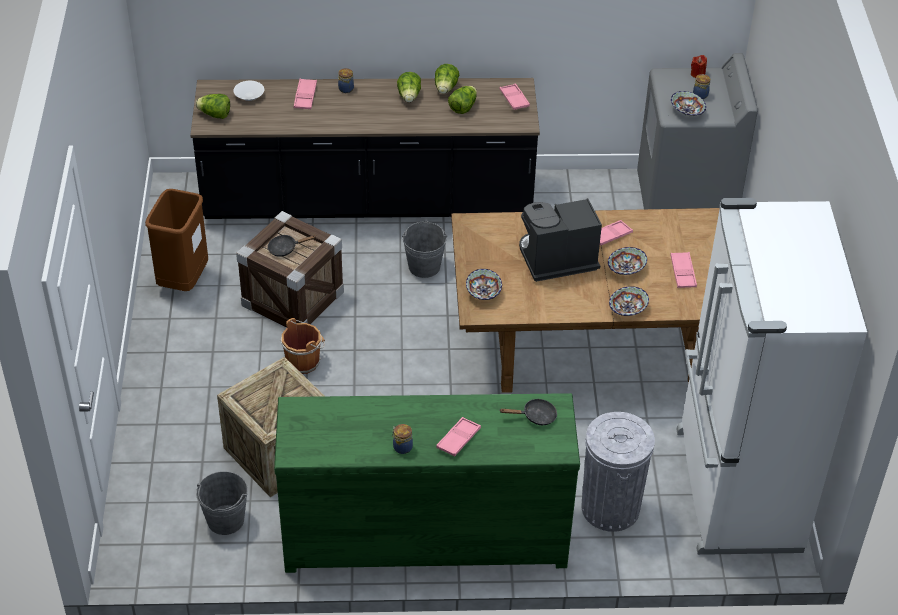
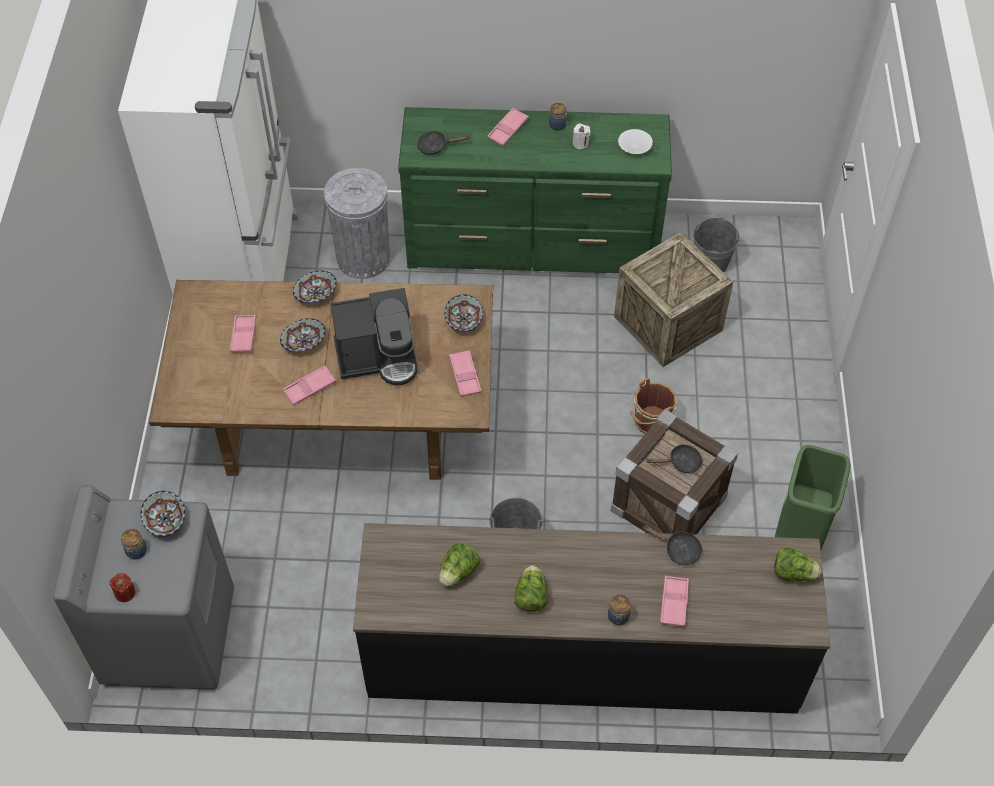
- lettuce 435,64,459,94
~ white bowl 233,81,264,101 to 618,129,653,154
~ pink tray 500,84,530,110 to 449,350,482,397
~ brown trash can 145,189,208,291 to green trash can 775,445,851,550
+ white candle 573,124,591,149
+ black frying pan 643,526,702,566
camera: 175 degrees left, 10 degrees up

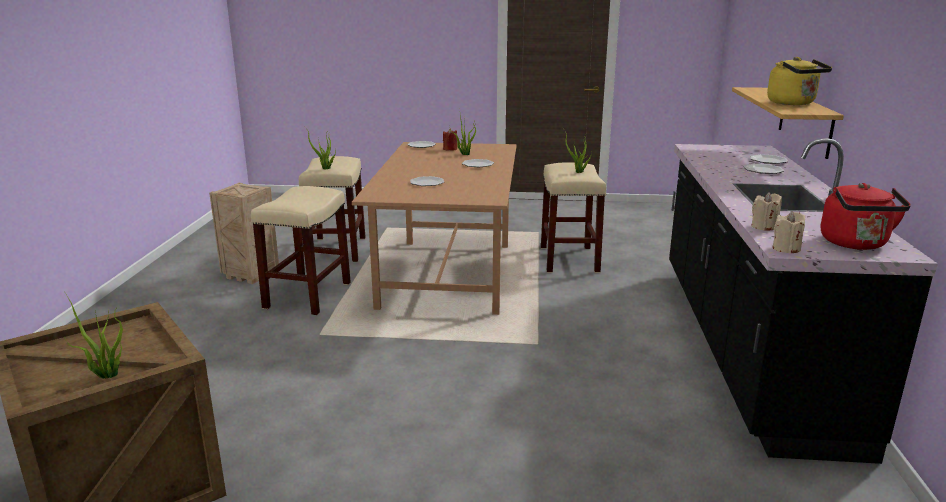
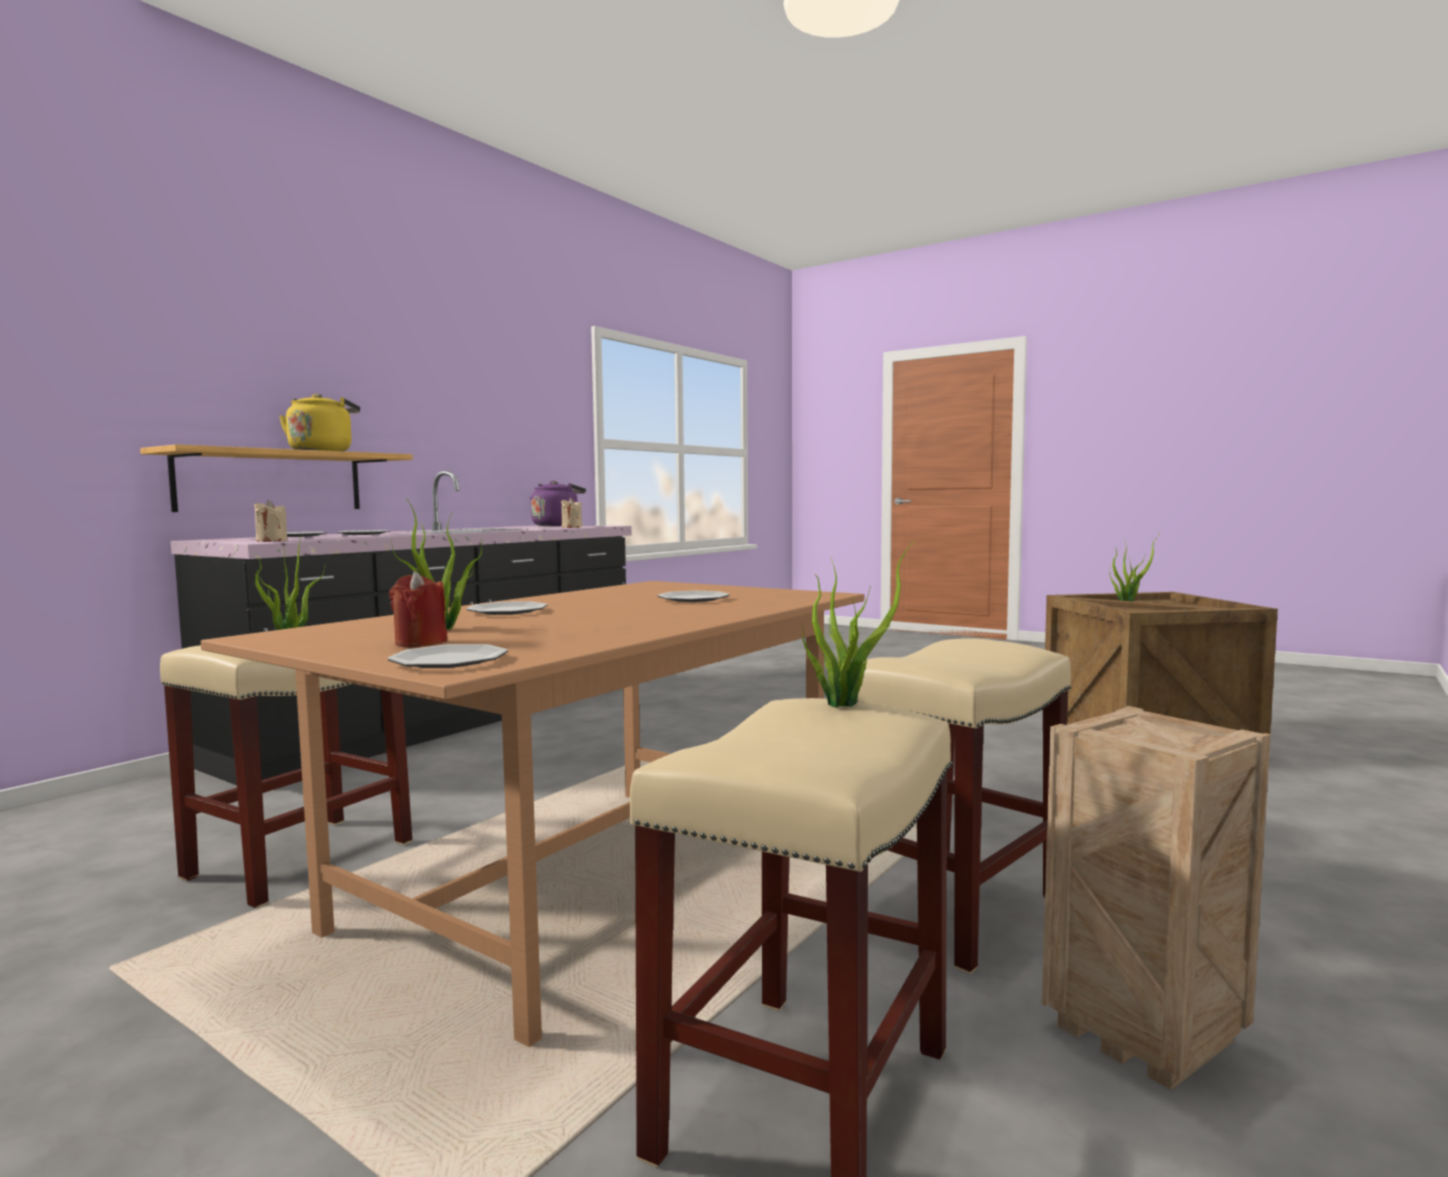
~ red kettle 821,183,911,250 to purple kettle 529,481,586,526
~ beige candle 773,211,805,254 to 254,500,288,542
camera: 150 degrees left, 15 degrees down

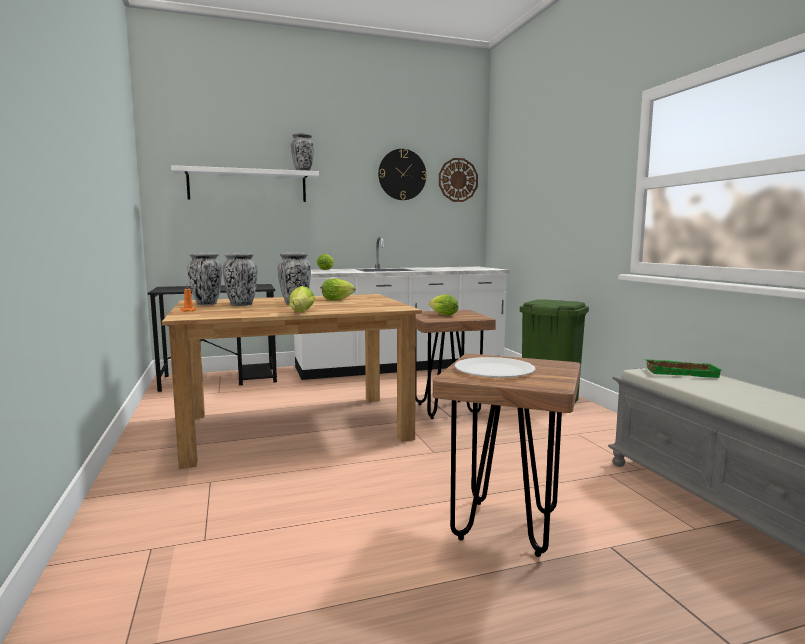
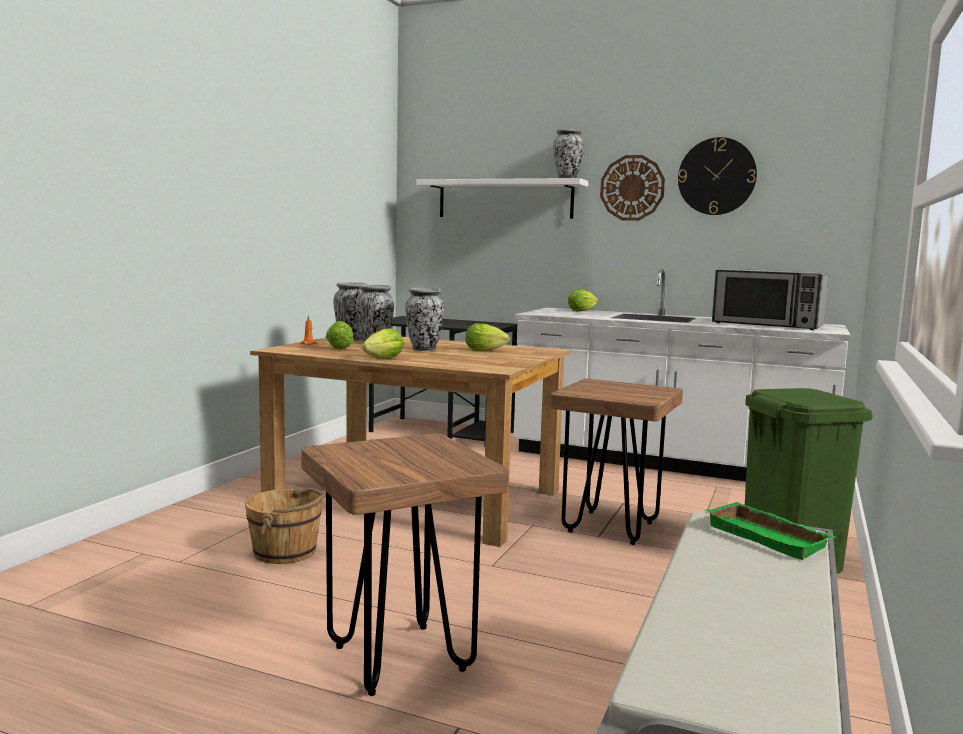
~ wall clock 439,158,478,202 to 600,155,665,221
~ lettuce 429,294,458,316 to 326,321,353,350
- white plate 455,357,535,378
+ microwave 712,269,828,330
+ brown bucket 245,487,326,564
camera: 40 degrees right, 0 degrees up

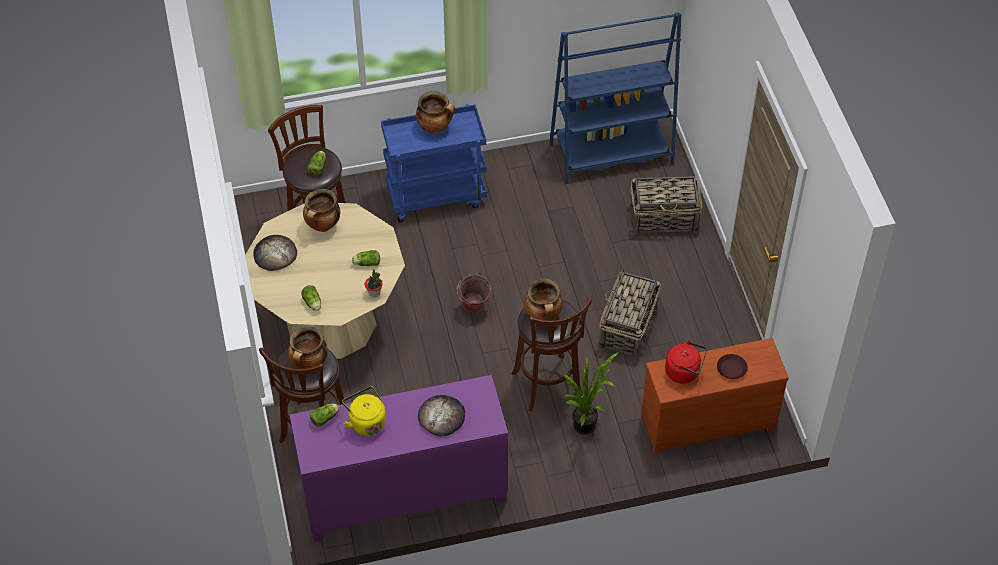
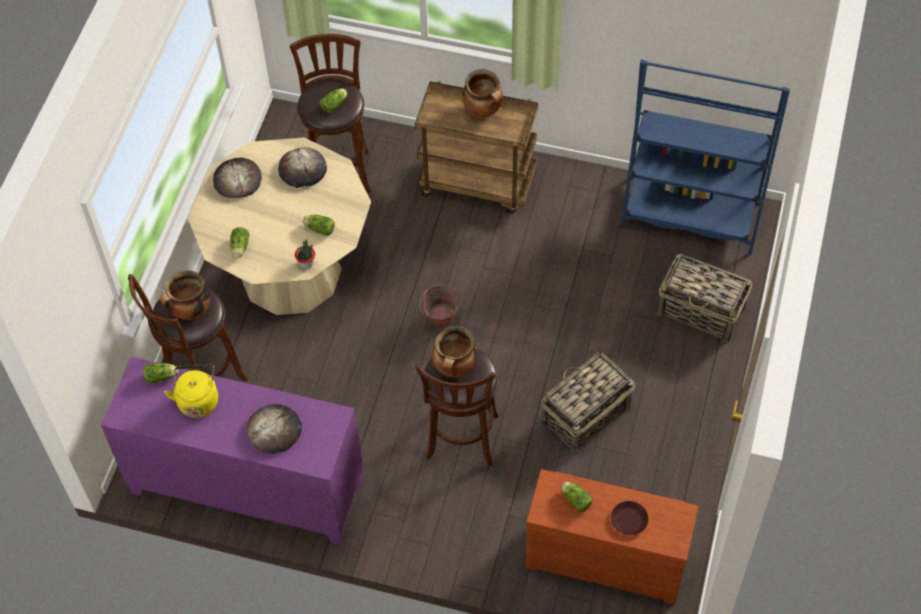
~ blue cart 381,104,487,223 to brown cart 415,81,538,214
~ cooking pot 303,189,340,232 to bread 278,147,327,188
~ red kettle 665,339,707,384 to lettuce 561,482,592,512
- potted plant 553,352,619,435
camera: 30 degrees right, 5 degrees up

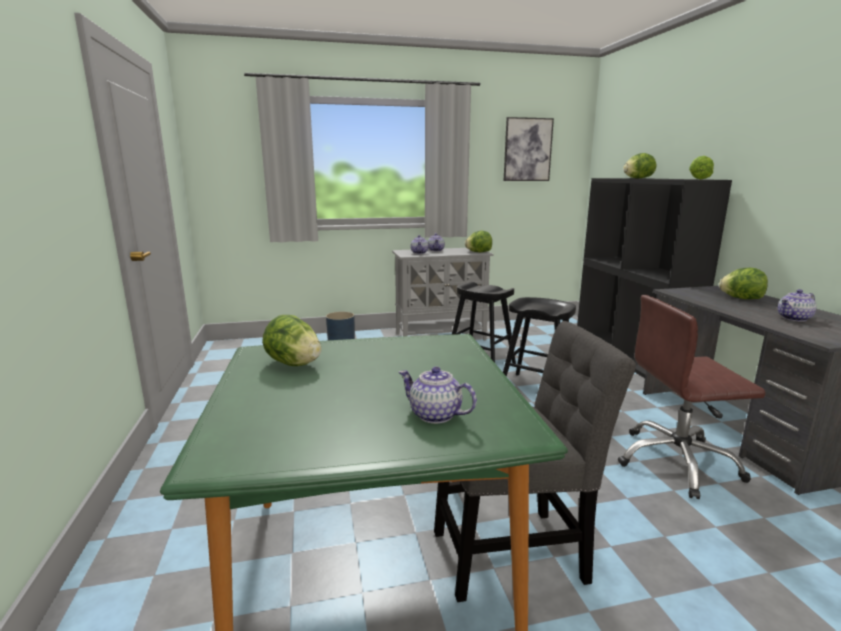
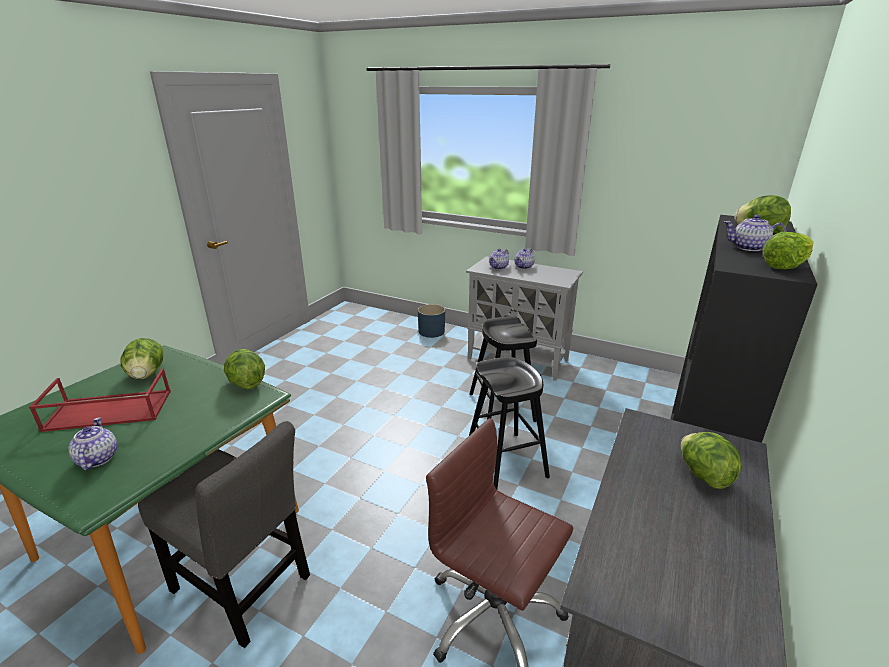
- picture 504,117,554,181
~ lettuce 465,231,492,252 to 224,349,265,389
~ teapot 778,289,816,322 to 724,215,786,251
+ red tray 29,369,171,432
camera: 40 degrees right, 10 degrees up

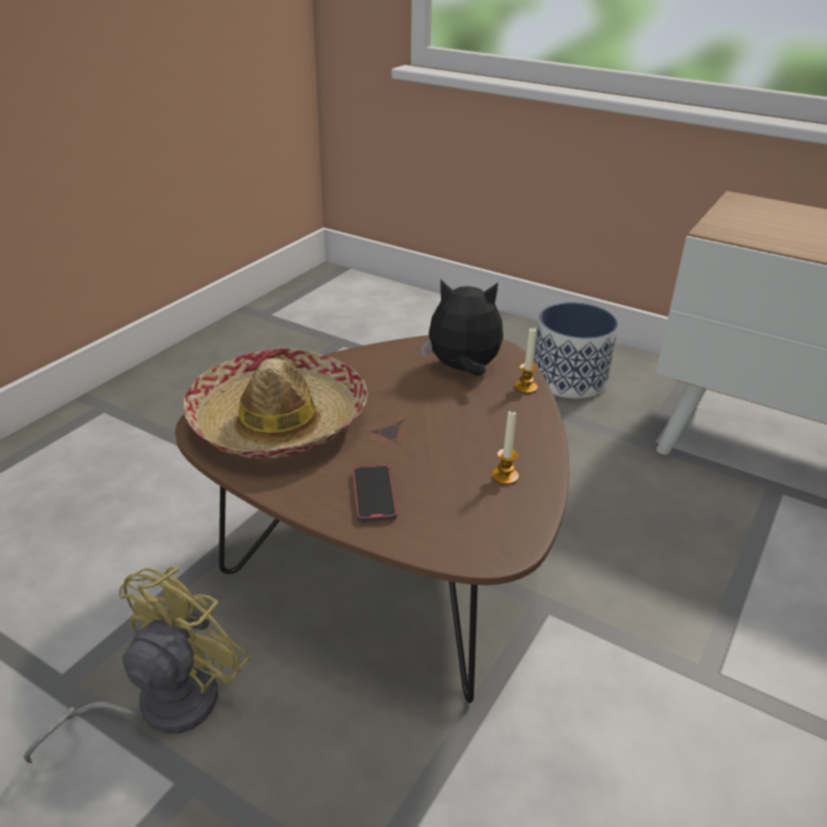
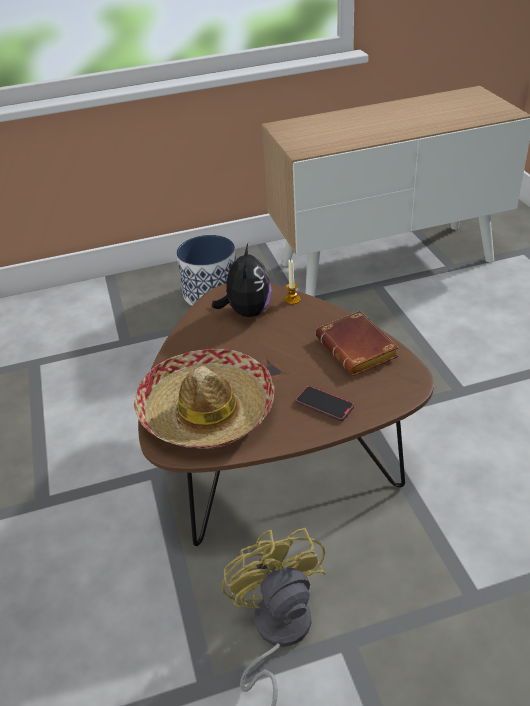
~ plush toy 421,280,503,376 = 212,244,272,317 135 degrees clockwise
~ candle 492,410,519,485 to brown book 316,311,399,376
camera: 45 degrees left, 5 degrees up

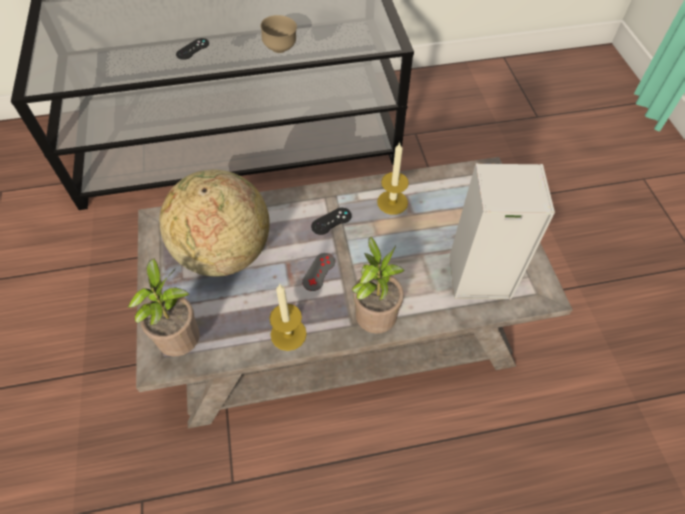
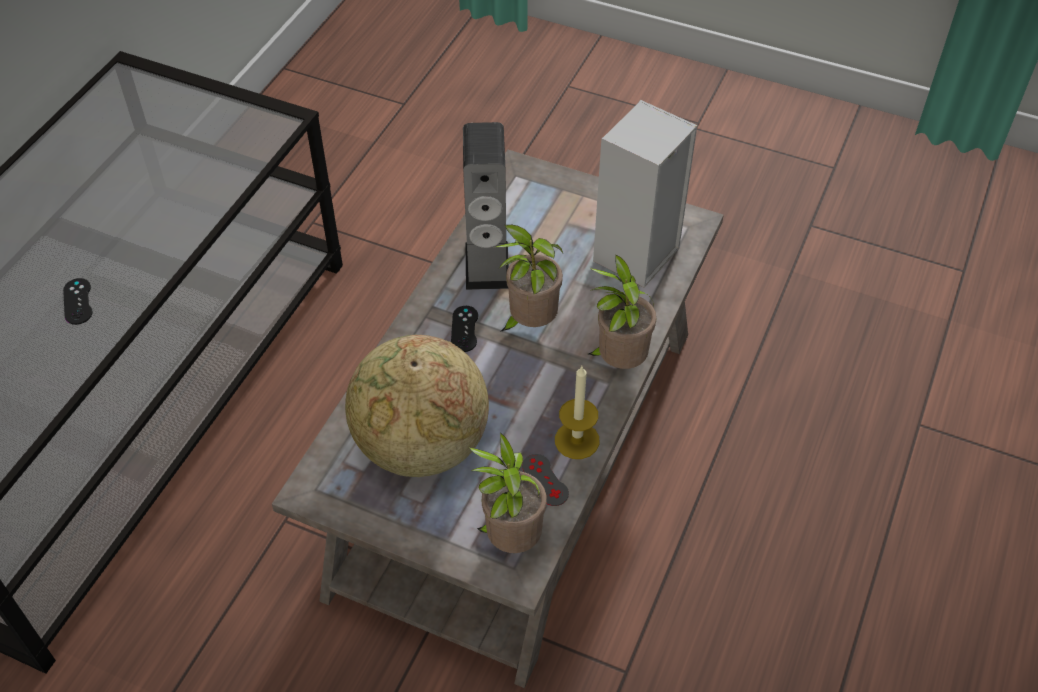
- brown bowl 260,15,297,53
~ candle 377,142,409,215 to speaker 463,122,509,290
~ grey game controller 302,253,335,291 to 522,454,569,506
+ potted plant 496,225,563,332
camera: 55 degrees left, 5 degrees down

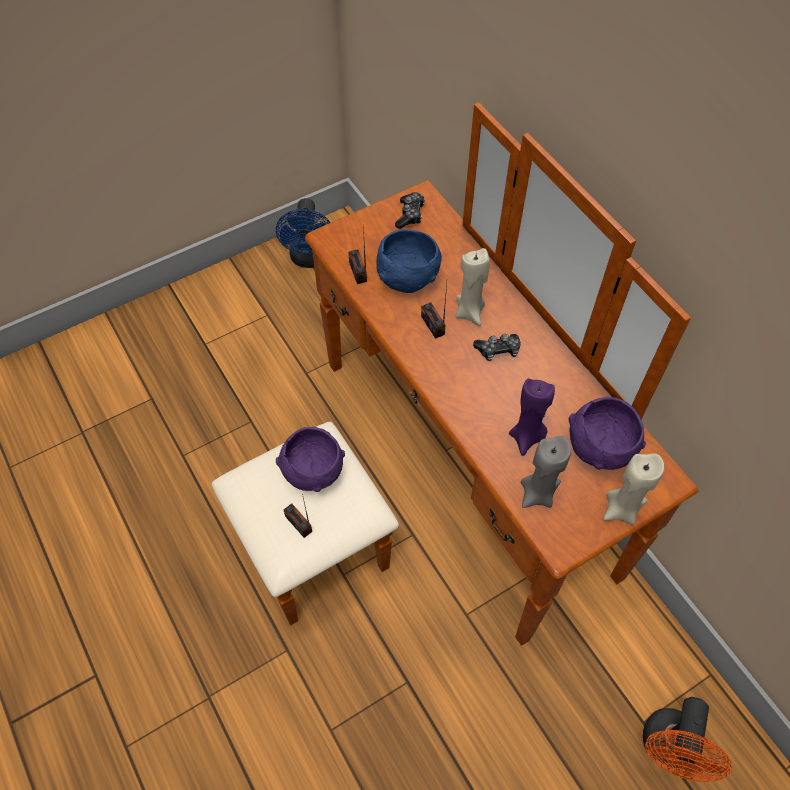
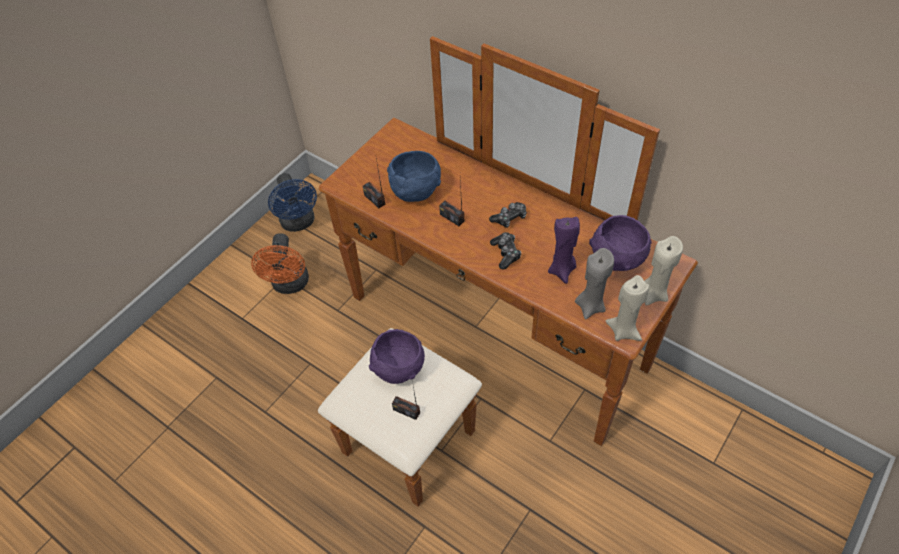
~ game controller 395,192,425,229 to 490,232,521,269
~ beige candle 456,248,490,326 to 606,275,649,341
~ orange fan 643,697,732,782 to 251,233,309,294
camera: 20 degrees left, 5 degrees down

